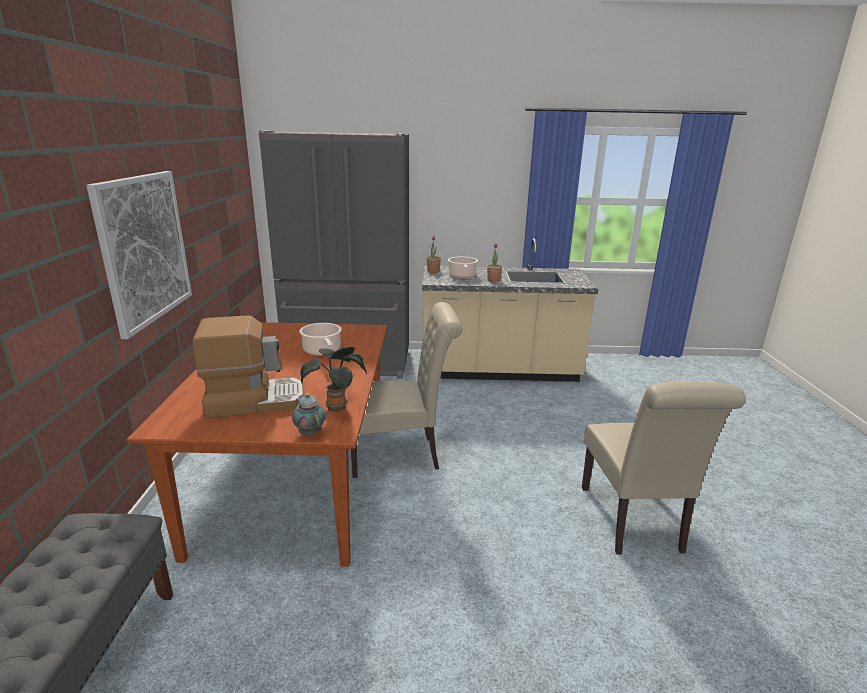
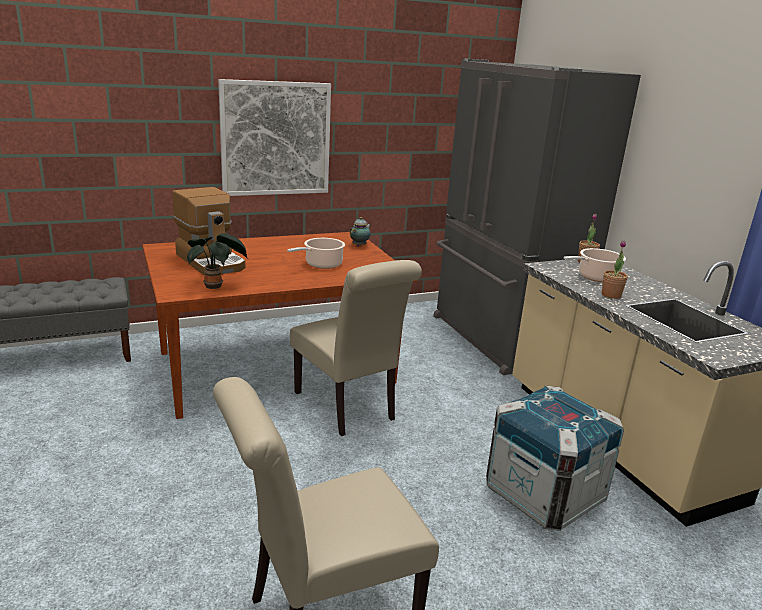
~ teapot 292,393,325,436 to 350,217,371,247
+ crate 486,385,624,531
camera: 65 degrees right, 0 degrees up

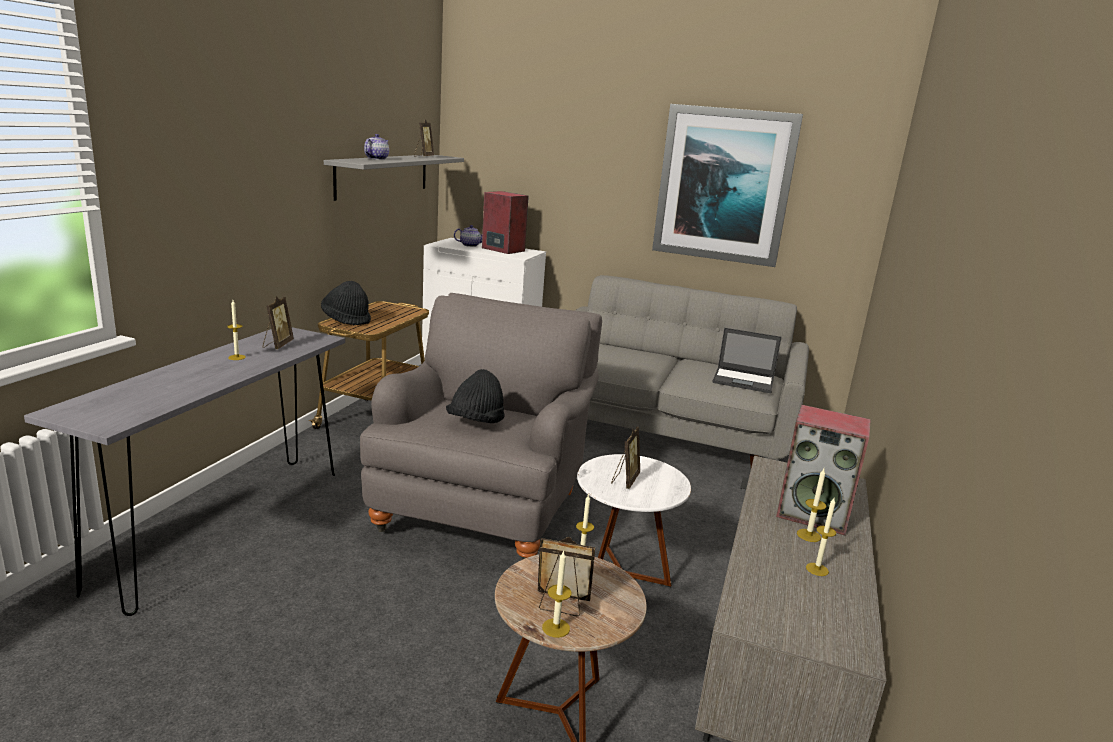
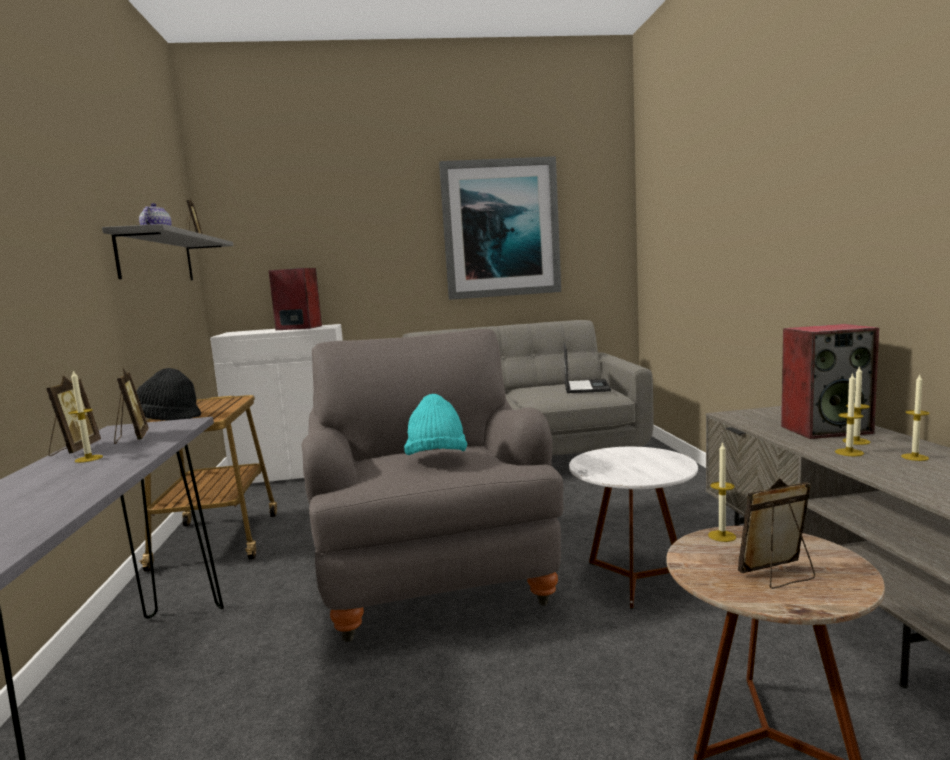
- teapot 454,225,482,247
~ laptop 712,328,782,393 = 564,343,611,393 75 degrees counterclockwise
~ black hat 446,369,505,423 to turquoise hat 404,394,467,455
~ picture frame 611,427,640,489 to 46,376,101,456
~ candle 542,550,571,638 to 835,372,864,456
camera: 25 degrees left, 10 degrees down

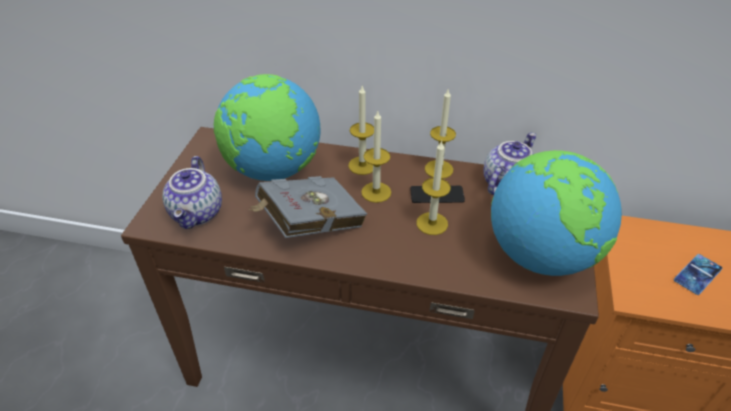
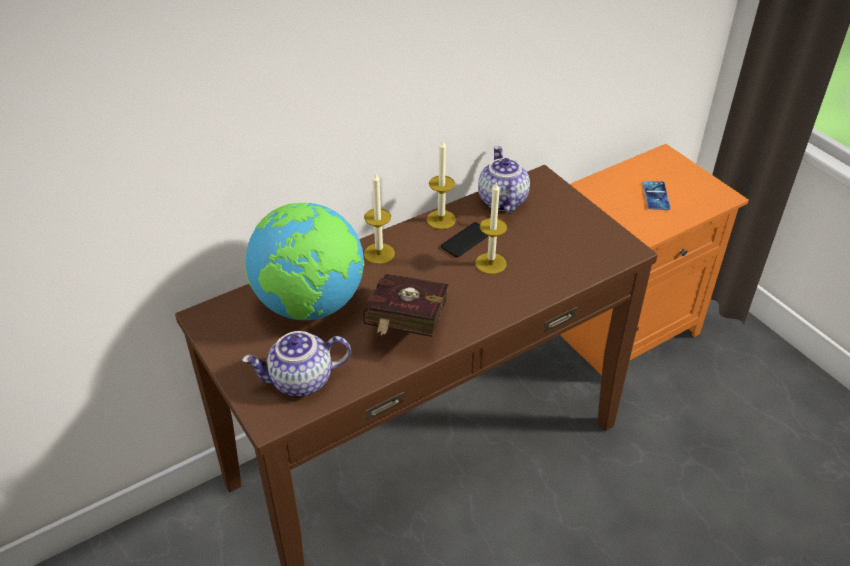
- candle 361,111,391,203
- globe 491,150,622,276
~ teapot 162,156,222,229 = 242,331,351,397 120 degrees clockwise
~ grey book 248,176,367,238 to red book 363,274,448,337
camera: 45 degrees left, 0 degrees up

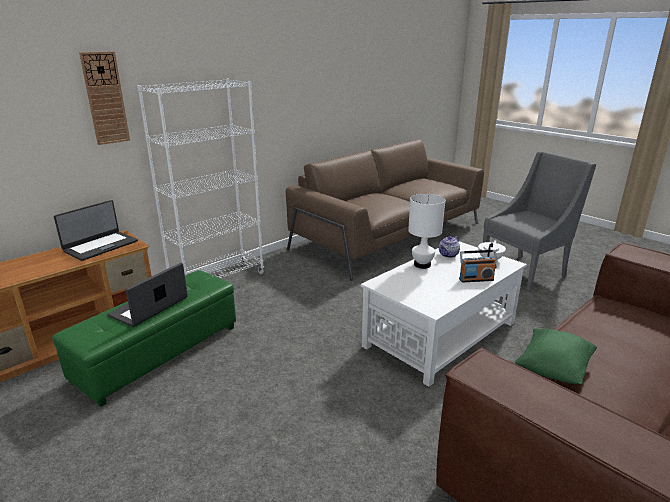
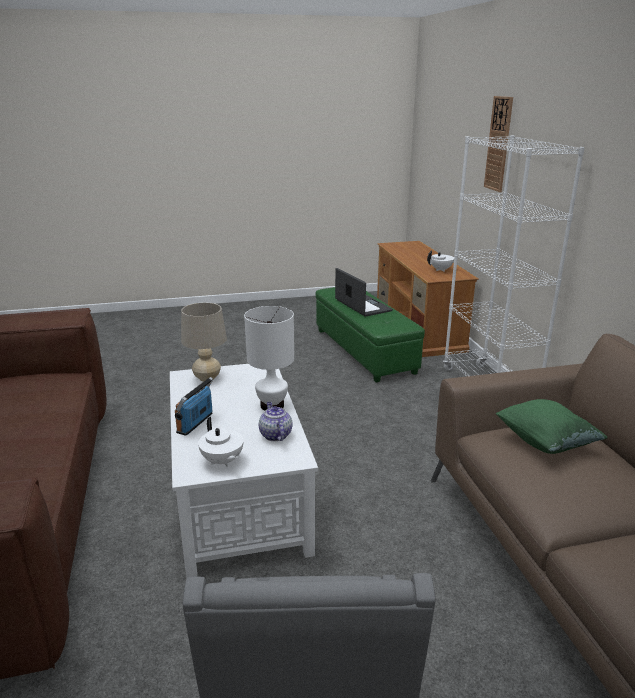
~ laptop 54,200,138,261 to white teapot 427,250,454,272
~ green pillow 515,328,597,384 to 496,399,607,454
+ beige table lamp 181,302,227,382
camera: 120 degrees right, 0 degrees up

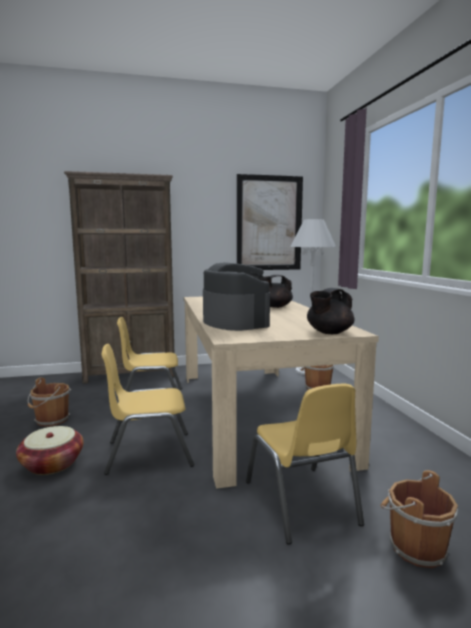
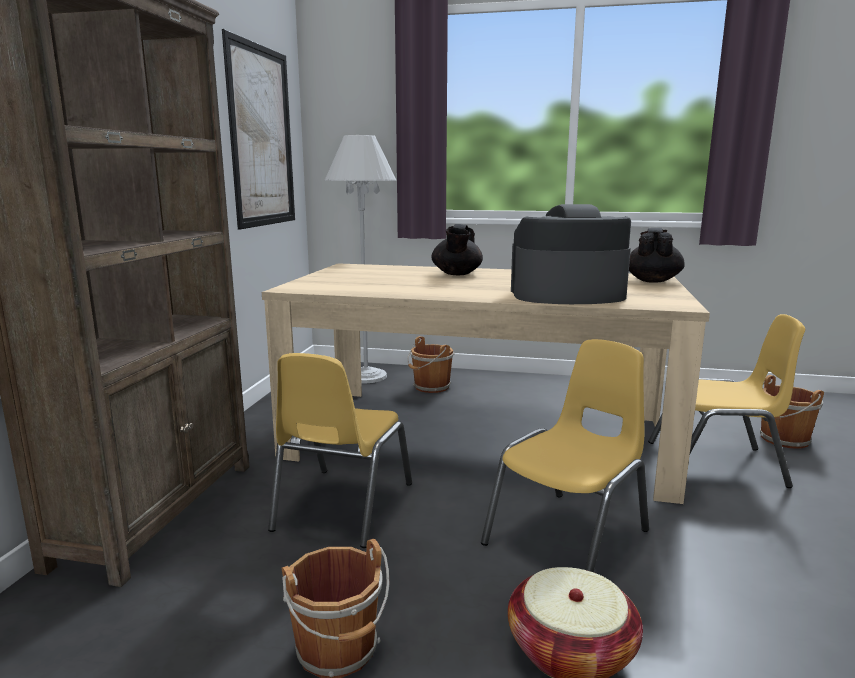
~ black teapot 307,288,354,334 = 629,228,685,283 150 degrees counterclockwise
~ yellow chair 102,344,194,475 = 481,339,649,572 150 degrees counterclockwise
camera: 65 degrees left, 5 degrees up

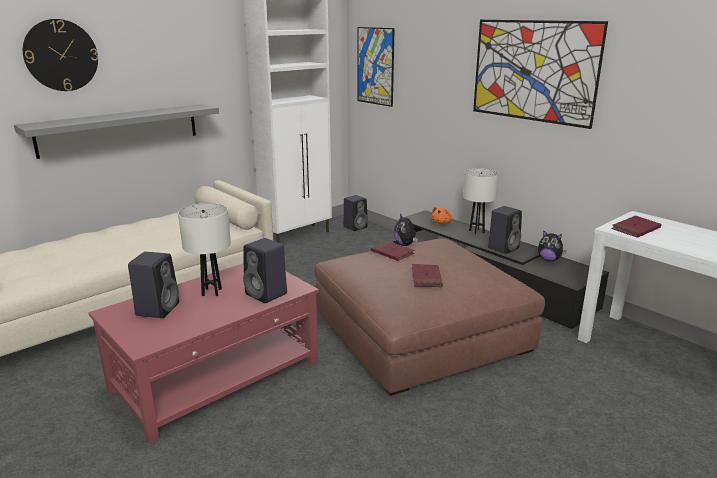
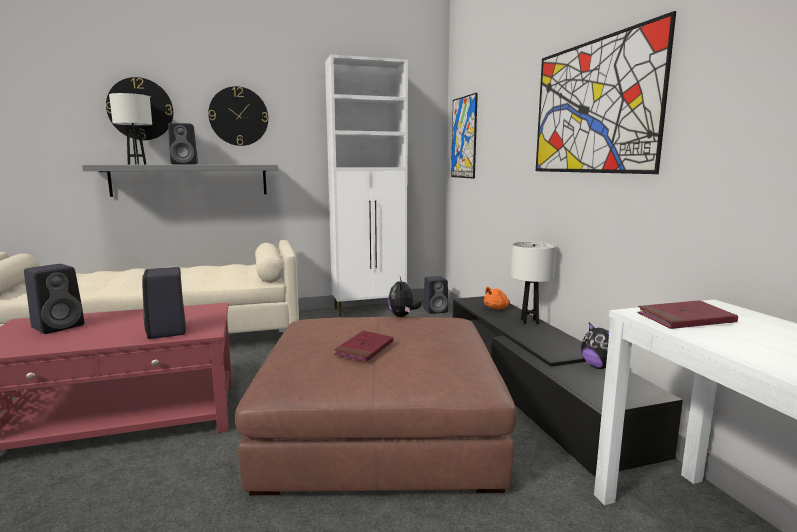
~ white table lamp 178,203,231,296 to 109,93,152,165
~ black speaker 488,206,522,254 to 168,123,198,165
- red book 371,241,415,261
+ wall clock 208,86,268,146
camera: 25 degrees right, 10 degrees down

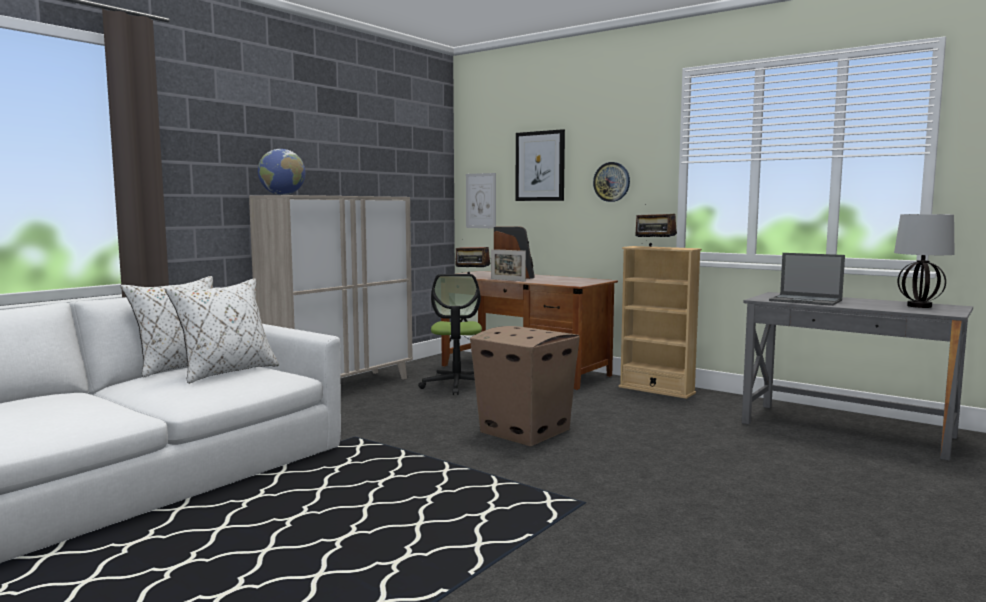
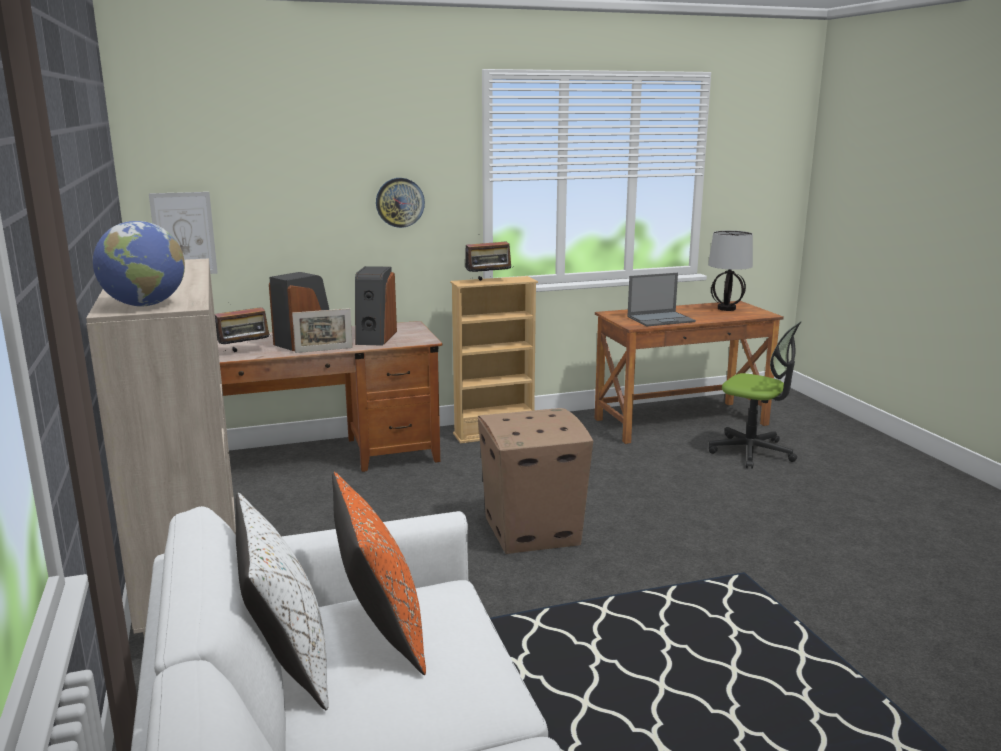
- picture 515,129,565,201
~ office chair 418,274,482,395 to 709,321,802,469
~ white pillow 165,278,279,384 to orange pillow 332,472,426,675
~ grey desk 742,292,973,461 to brown desk 595,301,784,444
+ speaker 355,266,397,346
camera: 55 degrees left, 10 degrees up

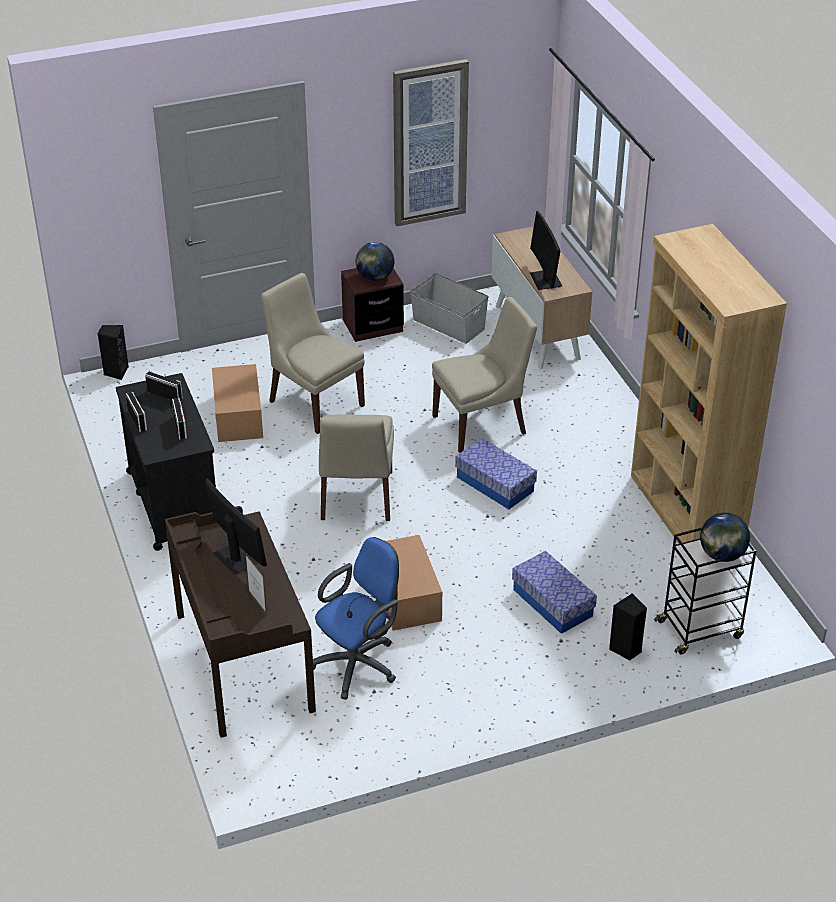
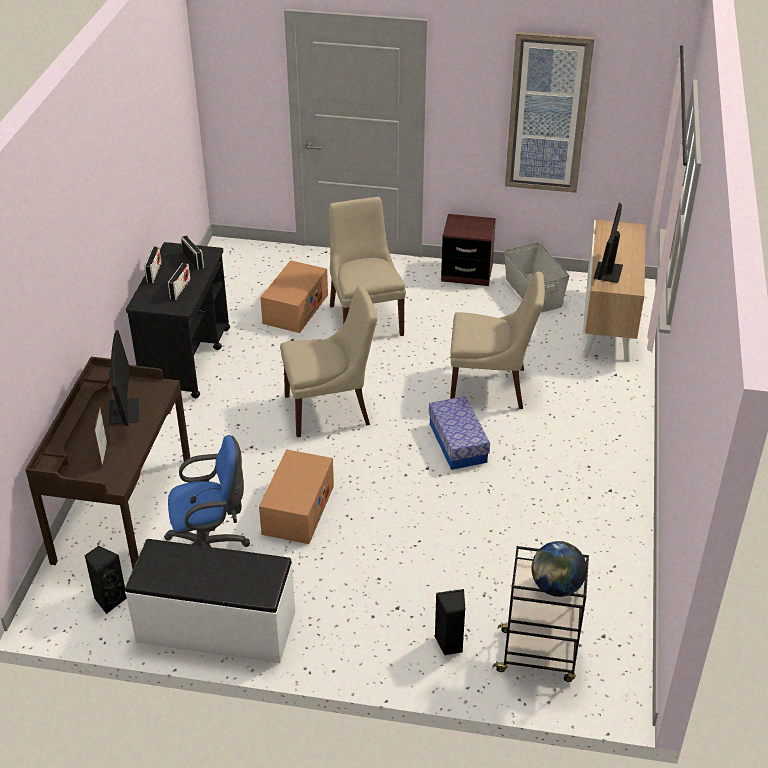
- brown bookcase 631,224,787,544
- globe 356,242,394,281
~ black speaker 97,325,129,380 to 84,546,127,614
~ beige chair 319,414,394,521 = 280,285,377,437 135 degrees counterclockwise
- storage box 512,551,597,634
+ white bench 125,539,295,663
camera: 30 degrees right, 0 degrees up

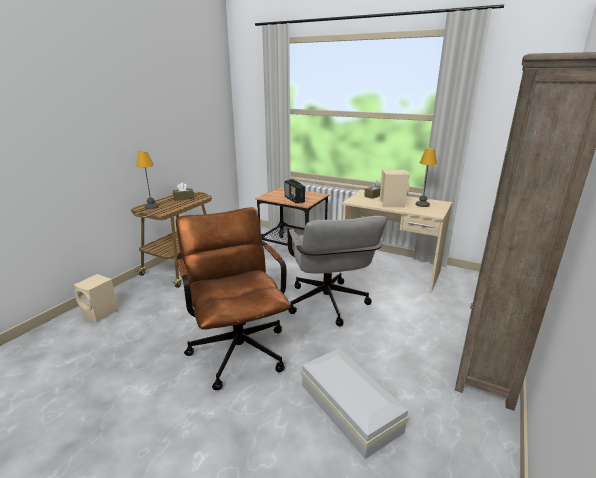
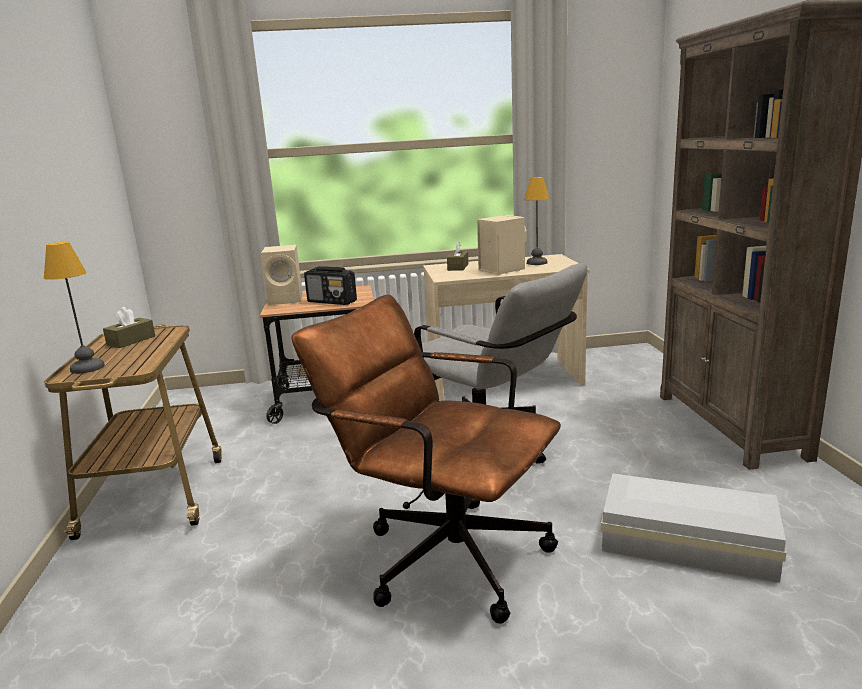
~ beige speaker 74,274,118,323 to 261,245,303,305
camera: 35 degrees left, 5 degrees down

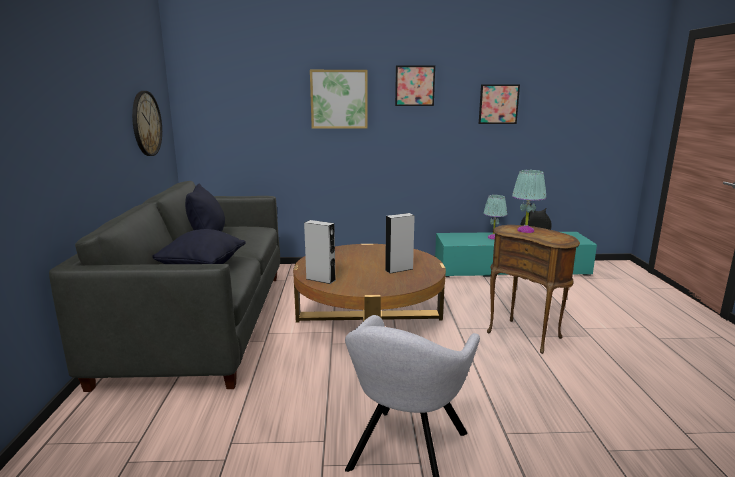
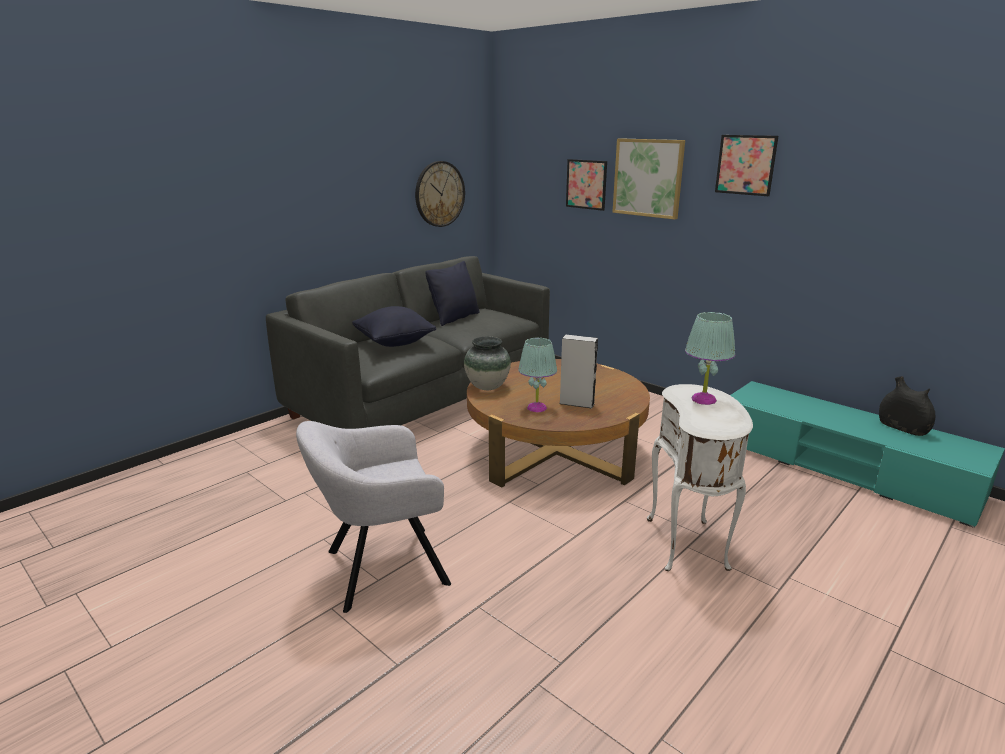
~ picture 479,84,520,124 to 566,159,607,211
~ turquoise table lamp 483,195,507,239 to 518,338,557,412
~ grey speaker 304,220,336,284 to vase 464,337,511,390
~ brown side table 487,225,580,354 to white side table 647,384,753,571
camera: 45 degrees right, 5 degrees up

